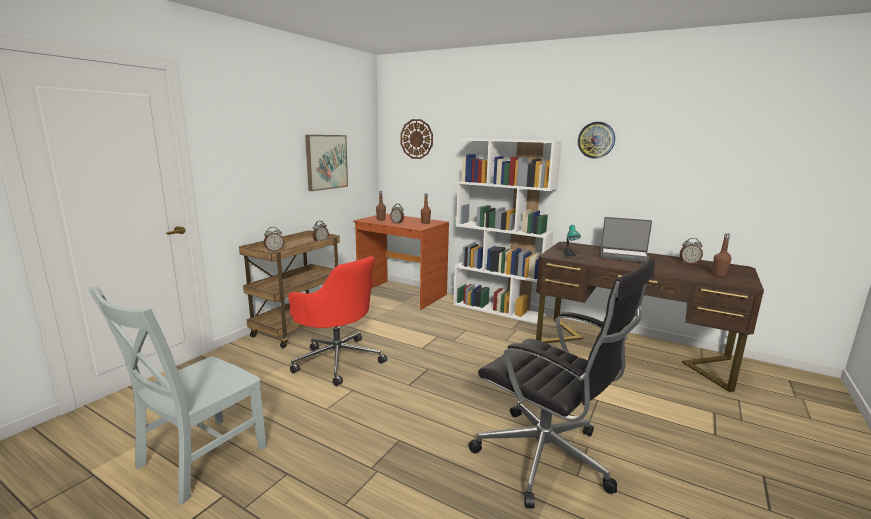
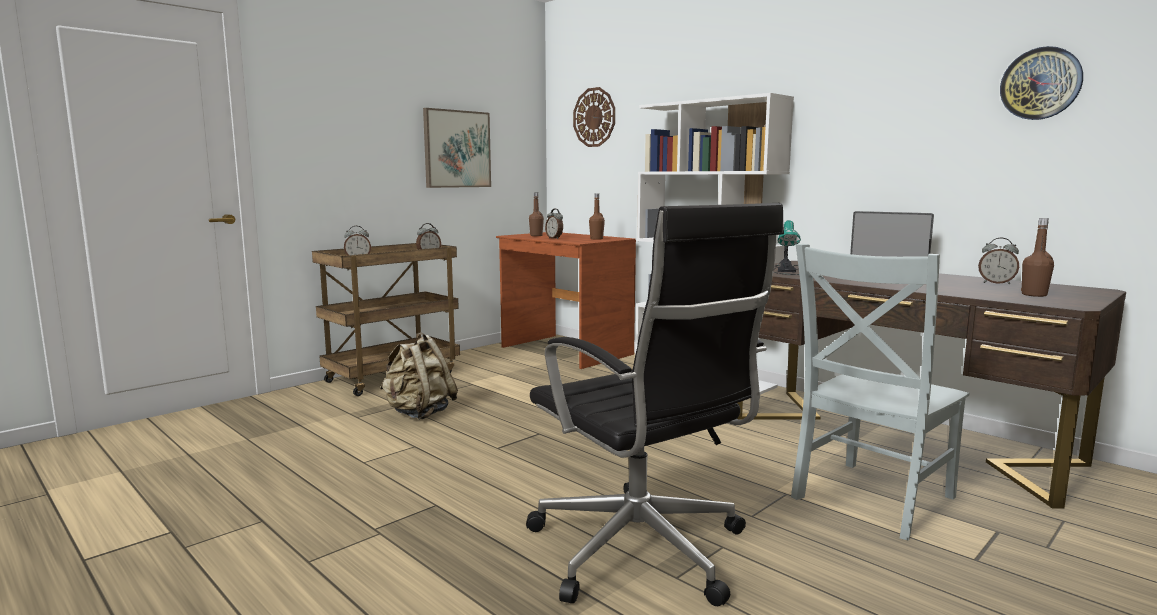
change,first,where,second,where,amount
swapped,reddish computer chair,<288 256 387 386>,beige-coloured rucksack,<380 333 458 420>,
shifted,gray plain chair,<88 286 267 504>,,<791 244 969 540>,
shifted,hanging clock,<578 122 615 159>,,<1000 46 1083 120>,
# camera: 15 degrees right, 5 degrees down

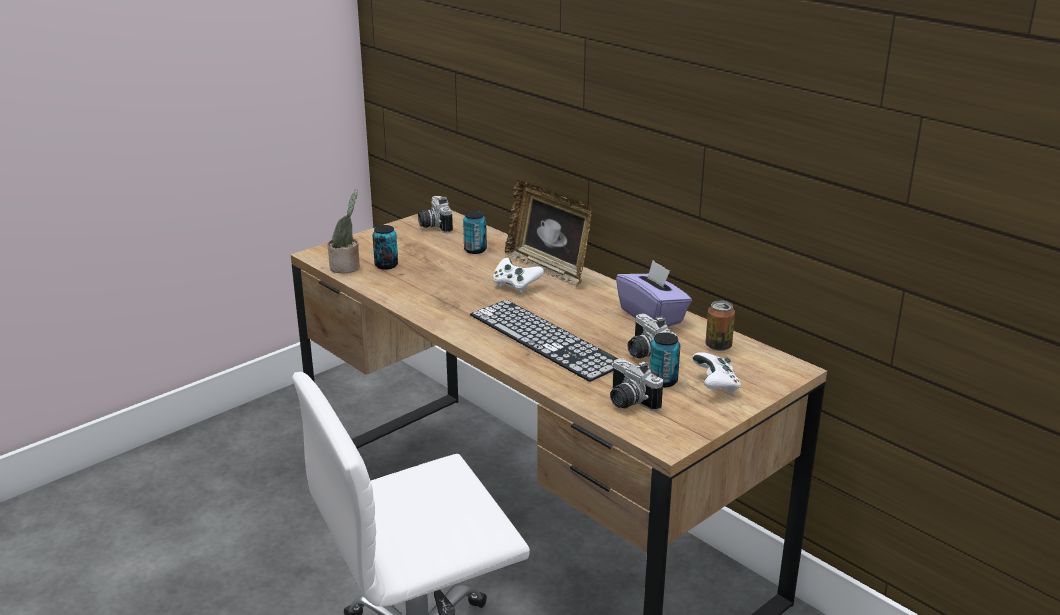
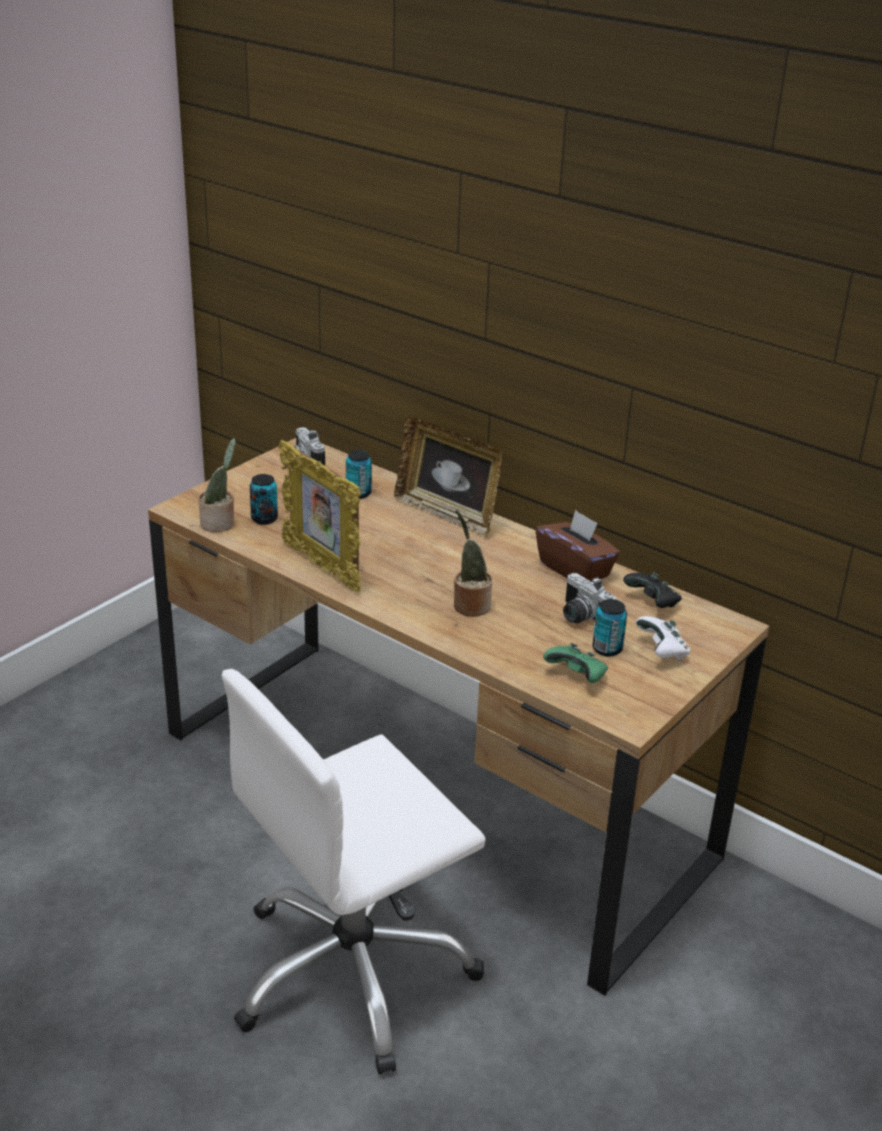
change,first,where,second,where,amount
new,,,photo frame,<279 440 361 592>,
swapped,computer keyboard,<470 300 618 382>,houseplant,<454 510 492 617>,
repainted,purple tissue box,<616 260 692 327>,brownish tissue box,<536 510 620 582>,
swapped,photo camera,<610 358 663 411>,greenish gamepad,<543 643 608 683>,
swapped,can,<706 300 735 351>,black-coloured gamepad,<623 572 682 608>,
gone,whitish gamepad,<493 258 544 293>,,,
# camera: 10 degrees left, 5 degrees up

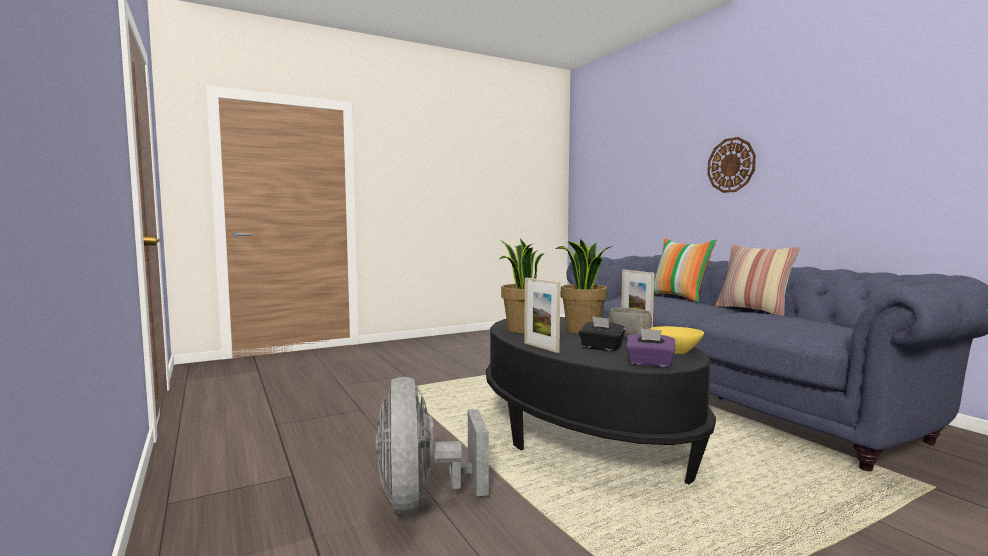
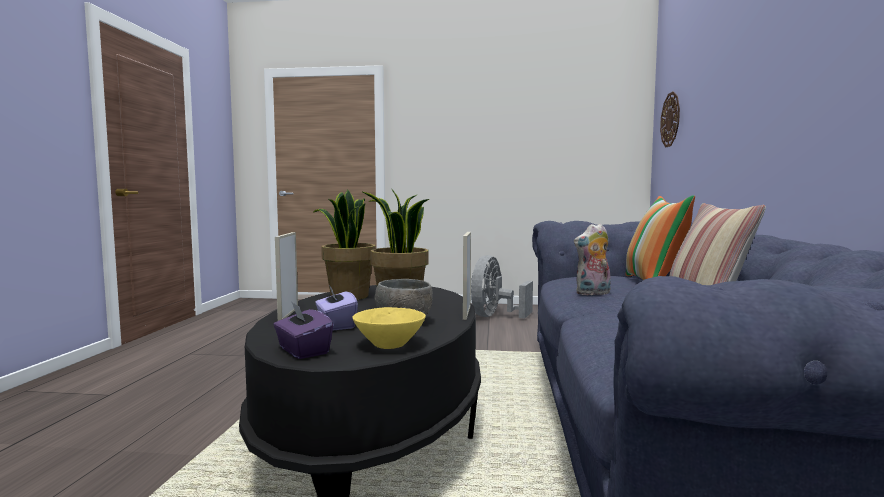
change,first,where,second,where,amount
repainted,black-coloured tissue box,<578 316 625 351>,purple tissue box,<315 285 358 330>,
shifted,gray fan,<376 377 489 515>,,<471 255 533 319>,
new,,,cuddly toy,<574 223 611 295>,
shifted,hanging clock,<707 137 756 193>,,<660 91 680 147>,
# camera: 35 degrees right, 0 degrees up

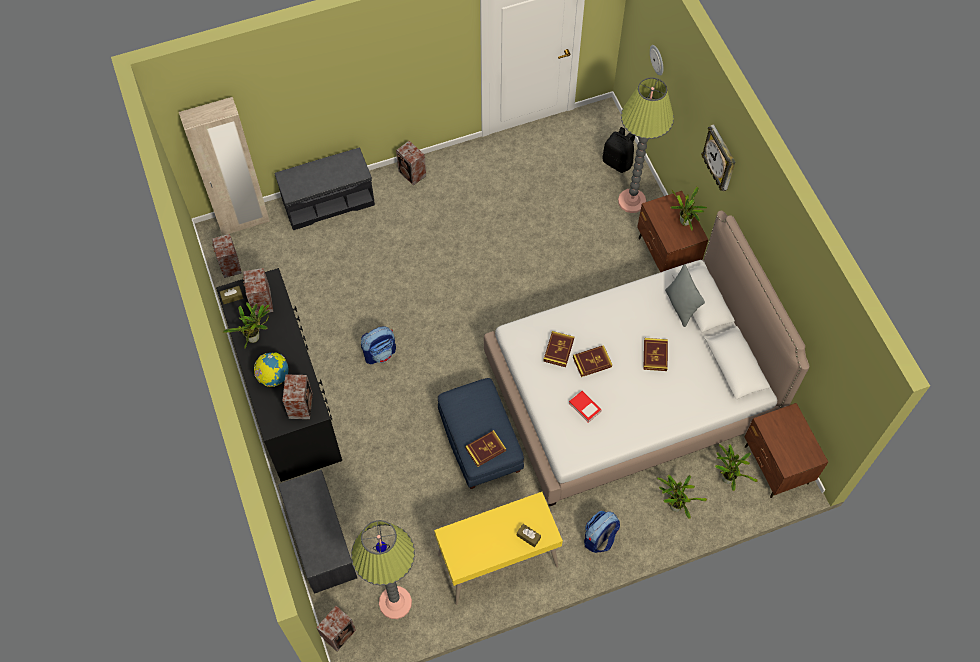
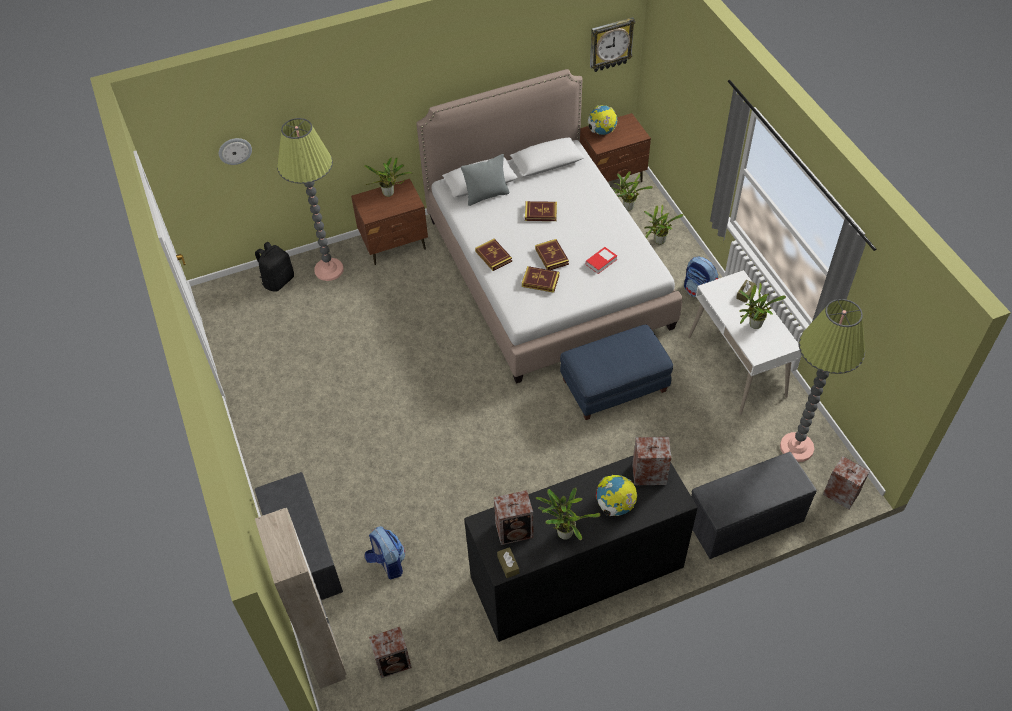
change,first,where,second,where,amount
shifted,rucksack,<361 326 396 364>,,<365 526 405 579>,
shifted,bound book,<465 430 506 467>,,<475 239 512 271>,
new,,,globe,<588 105 618 135>,
shifted,hanging clock,<701 124 735 191>,,<590 17 635 72>,
repainted,yellow-coloured desk,<434 492 563 605>,whitish desk,<688 270 801 415>,
new,,,houseplant,<739 283 786 329>,
gone,speaker,<396 141 426 185>,,,
# camera: 90 degrees left, 10 degrees down

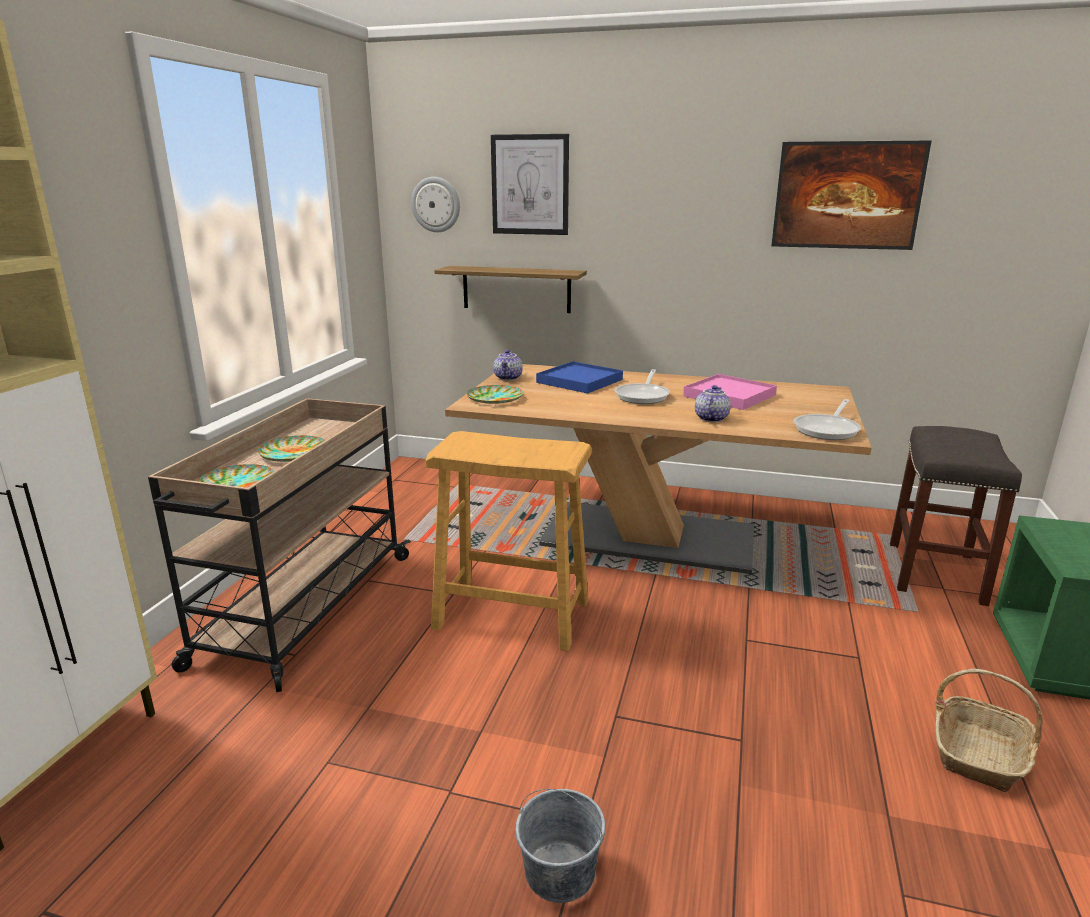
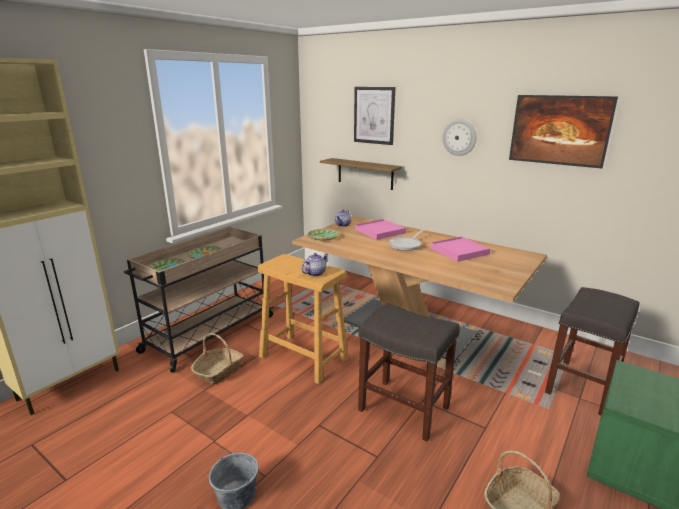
change,first,where,second,where,amount
new,,,household basket,<191 333 244 385>,
shifted,teapot,<695 385 731 422>,,<301 253 328 276>,
repainted,bluish tray,<536 361 623 393>,pinkish tray,<355 219 406 240>,
new,,,gray sitting stool,<358 303 460 441>,
shifted,hanging clock,<411 177 460 232>,,<443 120 477 156>,
gone,frying pan,<794 399 861 440>,,,
# camera: 20 degrees right, 0 degrees up

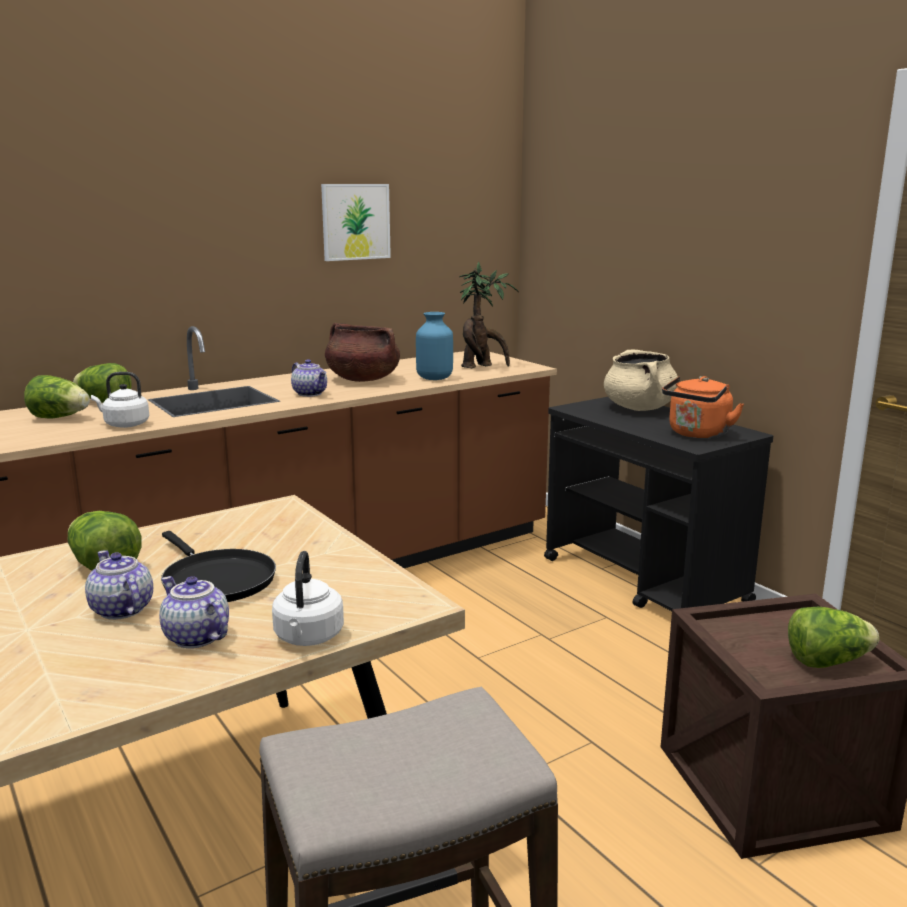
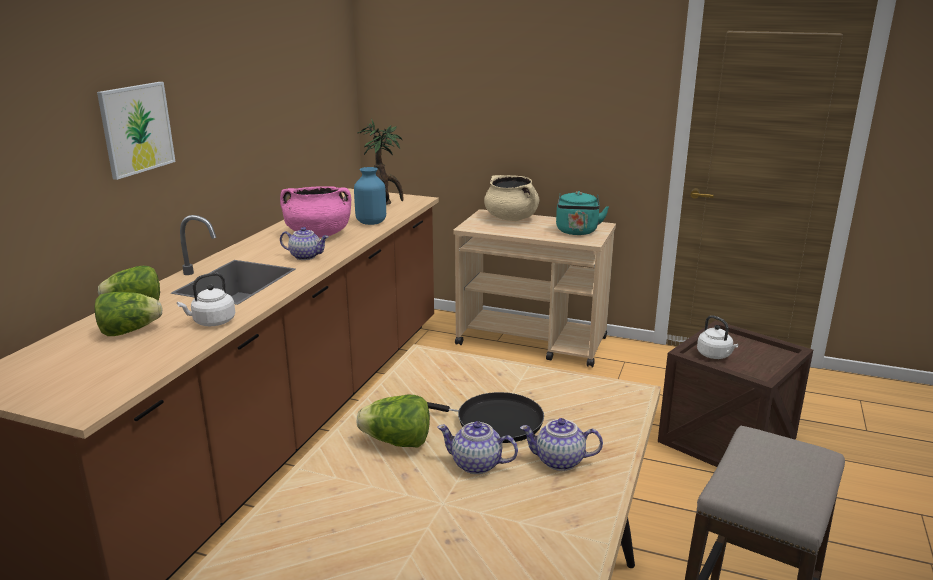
change,first,where,second,where,amount
shifted,wall picture,<321 184 391 261>,,<97 82 176 180>,
repainted,brownish cooking pot,<325 323 400 382>,pinkish cooking pot,<280 186 351 238>,
repainted,black-coloured trolley,<544 397 773 611>,beige-coloured trolley,<453 209 616 368>,
repainted,orangey tea kettle,<662 376 744 439>,turquoise-coloured tea kettle,<556 191 609 235>,
shifted,whitish tea kettle,<272 551 344 646>,,<697 315 738 359>,
gone,head of lettuce,<788 607 879 668>,,,
# camera: 35 degrees left, 5 degrees up

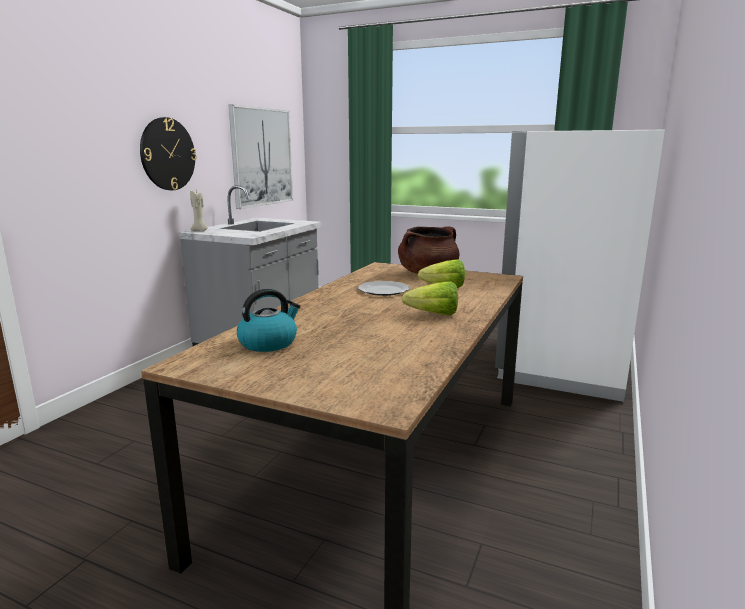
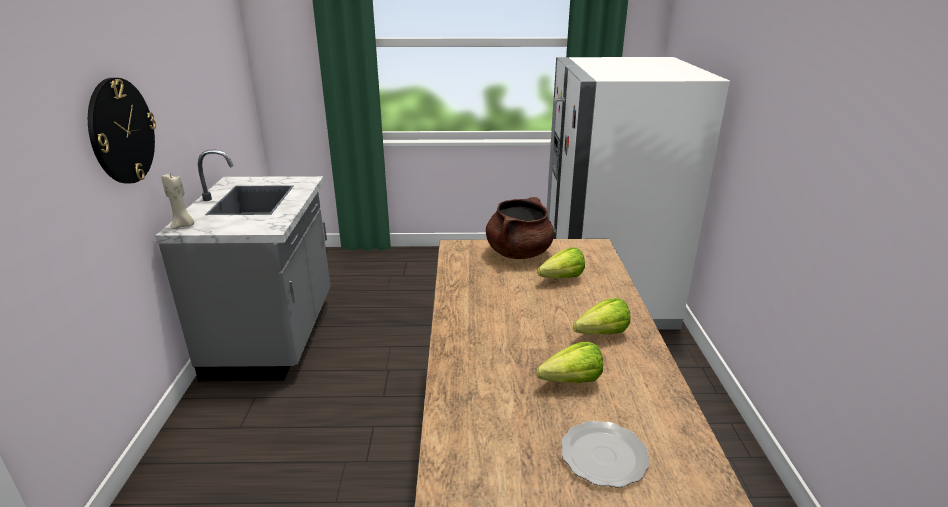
change,first,where,second,where,amount
new,,,head of lettuce,<536 342 603 383>,
shifted,flat dish,<358 281 410 296>,,<561 421 650 488>,
gone,wall picture,<228 104 293 209>,,,
gone,tea kettle,<237 289 300 352>,,,
# camera: 25 degrees left, 10 degrees up

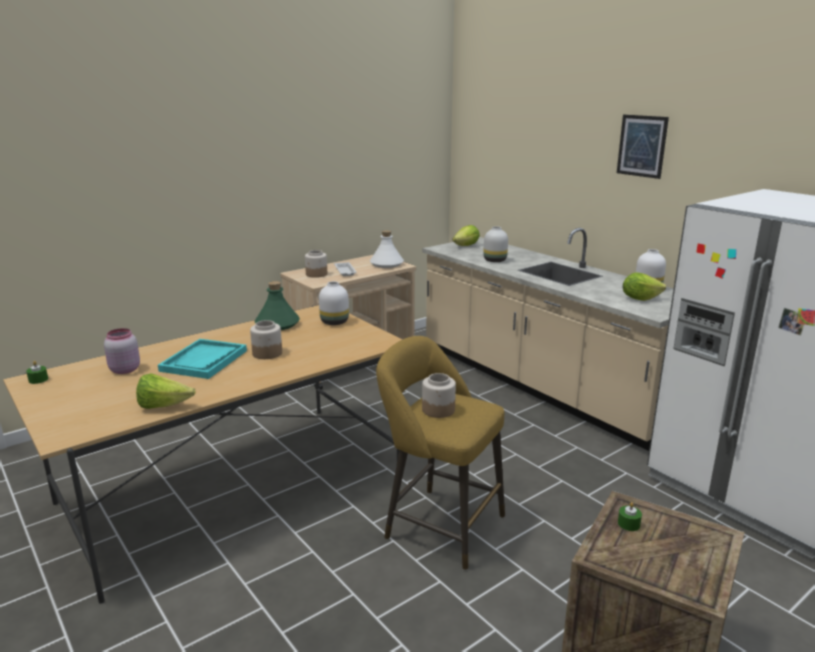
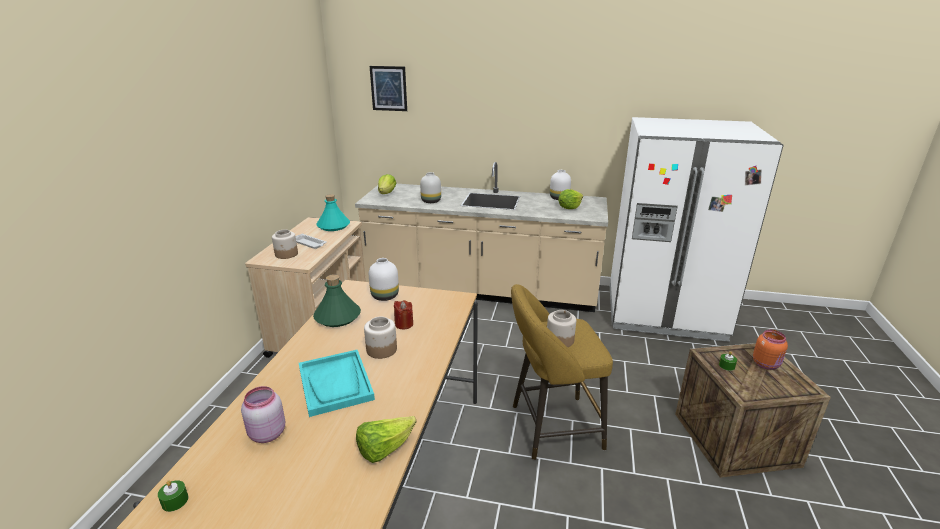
change,first,where,second,where,amount
repainted,whitish drink bottle,<370 230 404 268>,turquoise-coloured drink bottle,<317 194 350 231>,
shifted,wall picture,<617 115 669 179>,,<370 66 407 111>,
new,,,reddish wax candle,<394 300 413 329>,
new,,,orangey storage jar,<753 330 788 370>,
# camera: 40 degrees left, 5 degrees up

